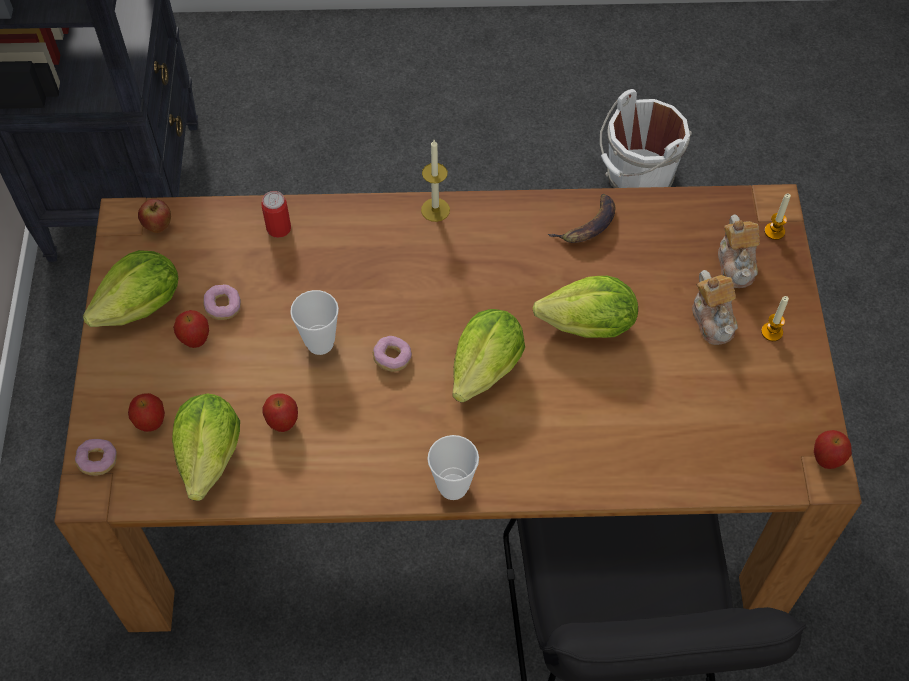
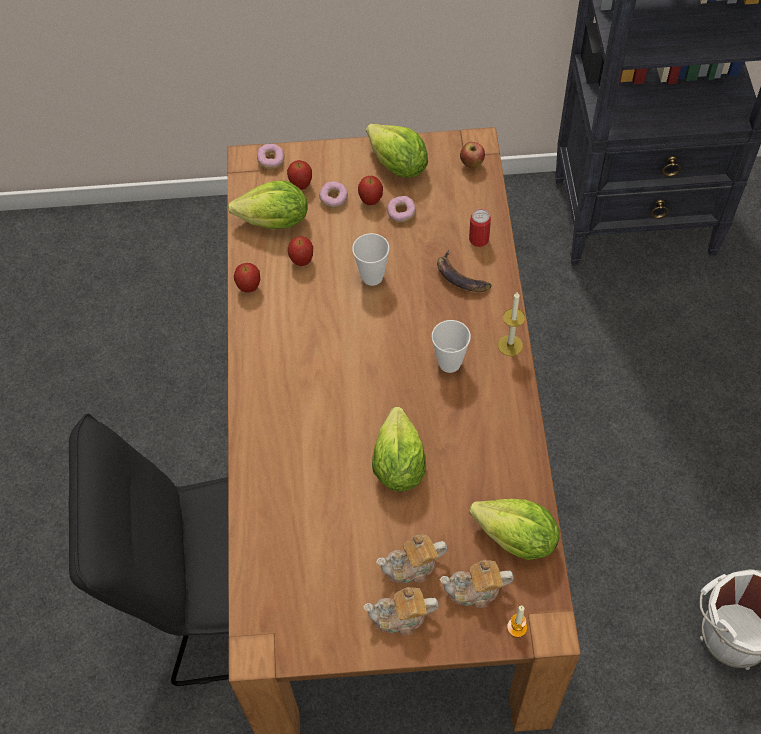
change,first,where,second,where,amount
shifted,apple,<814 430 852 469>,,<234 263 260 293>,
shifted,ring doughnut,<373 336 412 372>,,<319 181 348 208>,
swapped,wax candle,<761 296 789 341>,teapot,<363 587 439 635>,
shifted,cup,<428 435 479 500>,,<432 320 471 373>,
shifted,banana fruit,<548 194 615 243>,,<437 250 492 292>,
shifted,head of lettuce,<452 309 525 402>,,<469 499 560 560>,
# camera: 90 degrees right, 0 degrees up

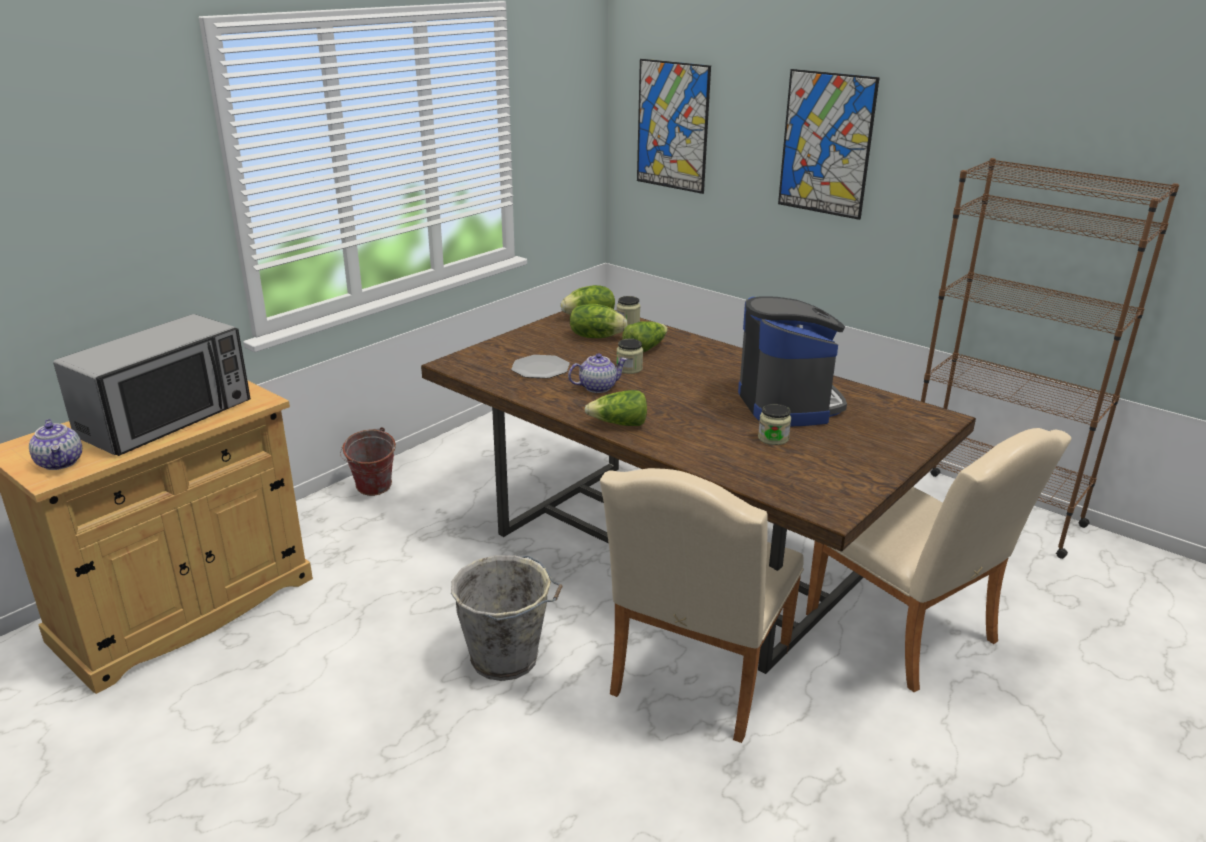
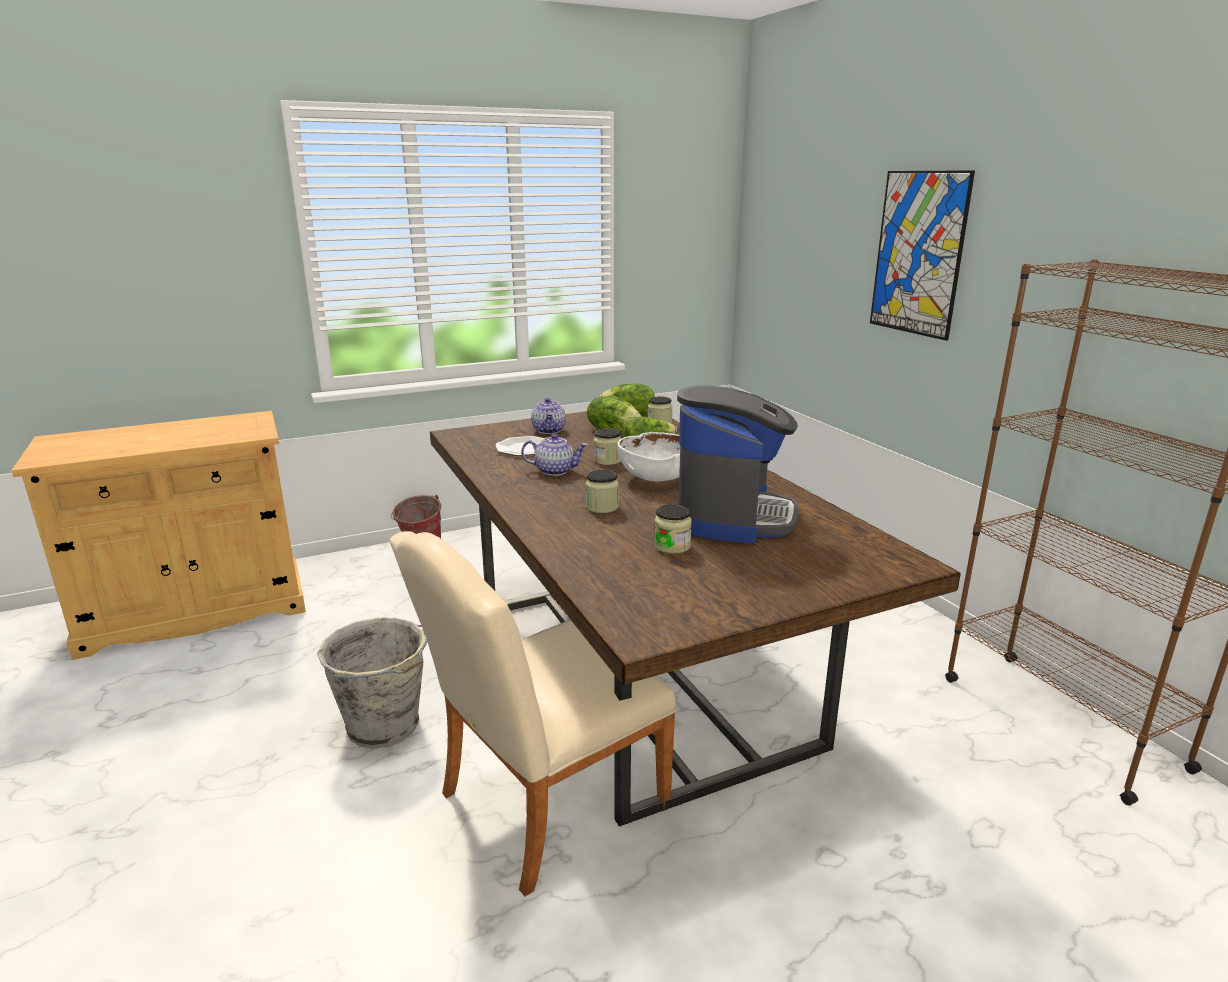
change,first,where,second,where,amount
shifted,teapot,<29 419 82 470>,,<531 398 566 434>,
new,,,storage jar,<586 470 619 513>,
new,,,whitish serving bowl,<617 432 680 481>,
gone,kitchen microwave,<53 314 251 456>,,,
gone,head of lettuce,<584 390 647 426>,,,
gone,wall picture,<637 59 711 194>,,,
gone,beige-coloured plain chair,<806 428 1072 692>,,,
# camera: 25 degrees right, 5 degrees down

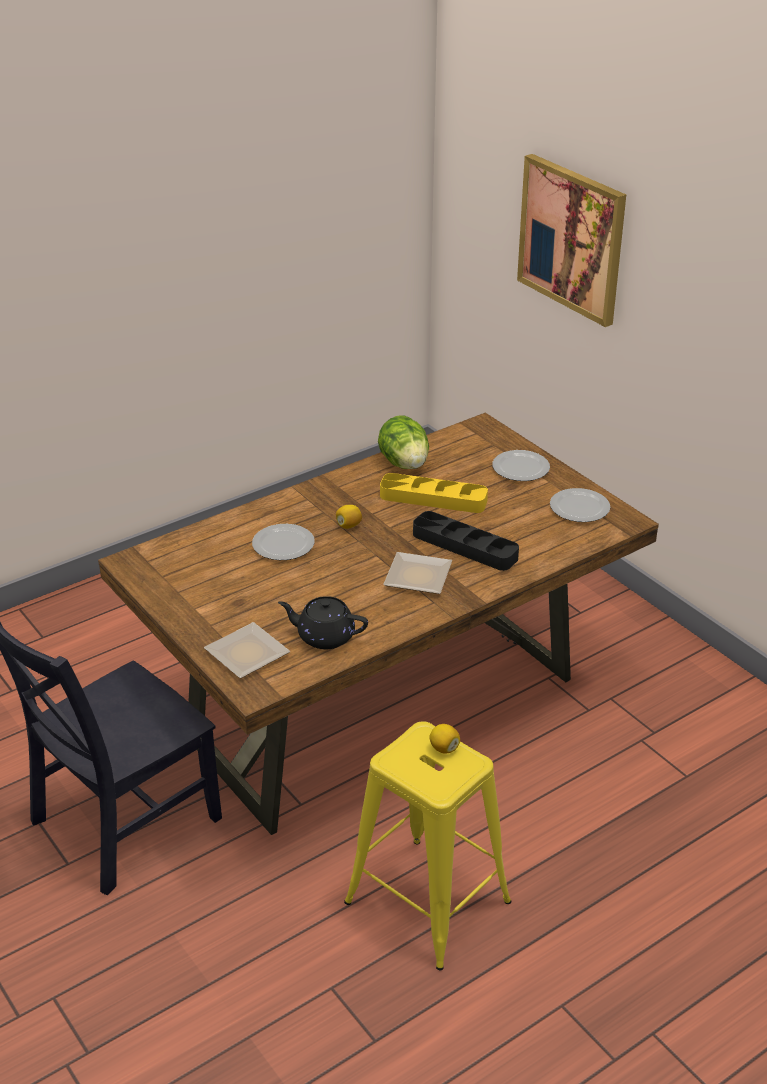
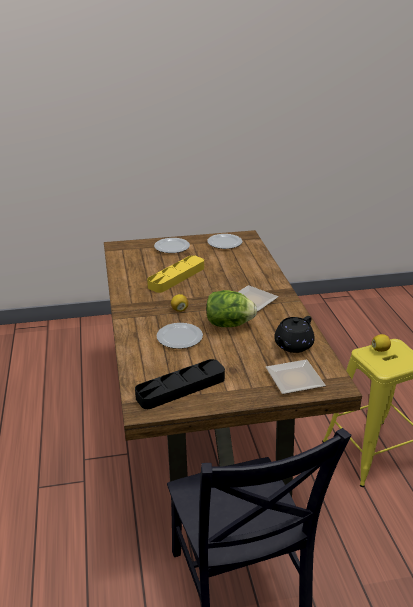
change,first,where,second,where,amount
shifted,black-coloured tray,<413 511 519 571>,,<135 359 225 409>,
shifted,head of lettuce,<378 416 429 469>,,<206 290 257 327>,
gone,wall picture,<517 154 626 327>,,,
# camera: 65 degrees left, 5 degrees down

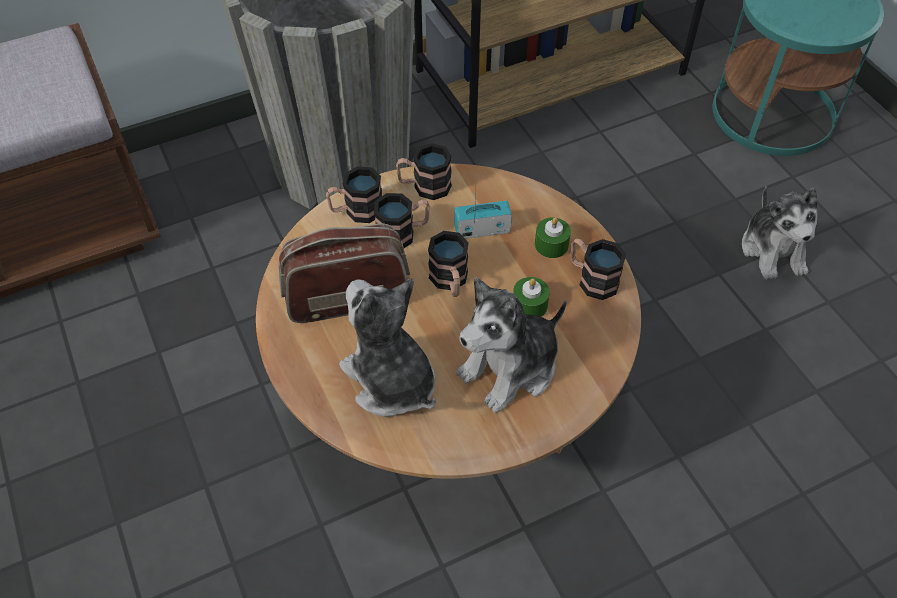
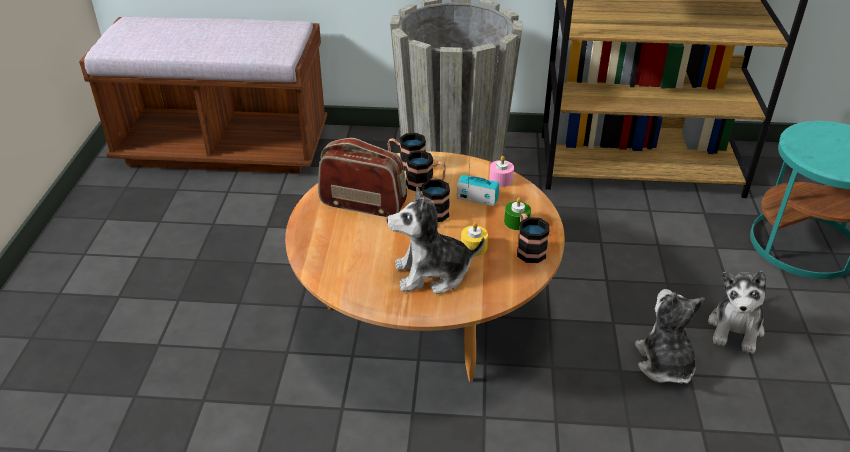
change,first,where,second,where,amount
repainted,greenish wax candle,<513 277 550 317>,yellow-coloured wax candle,<461 222 488 256>,
new,,,pinkish wax candle,<489 156 514 187>,
shifted,cuddly toy,<339 278 436 417>,,<635 289 705 384>,
gone,mug,<396 143 452 200>,,,
# camera: 30 degrees right, 15 degrees down

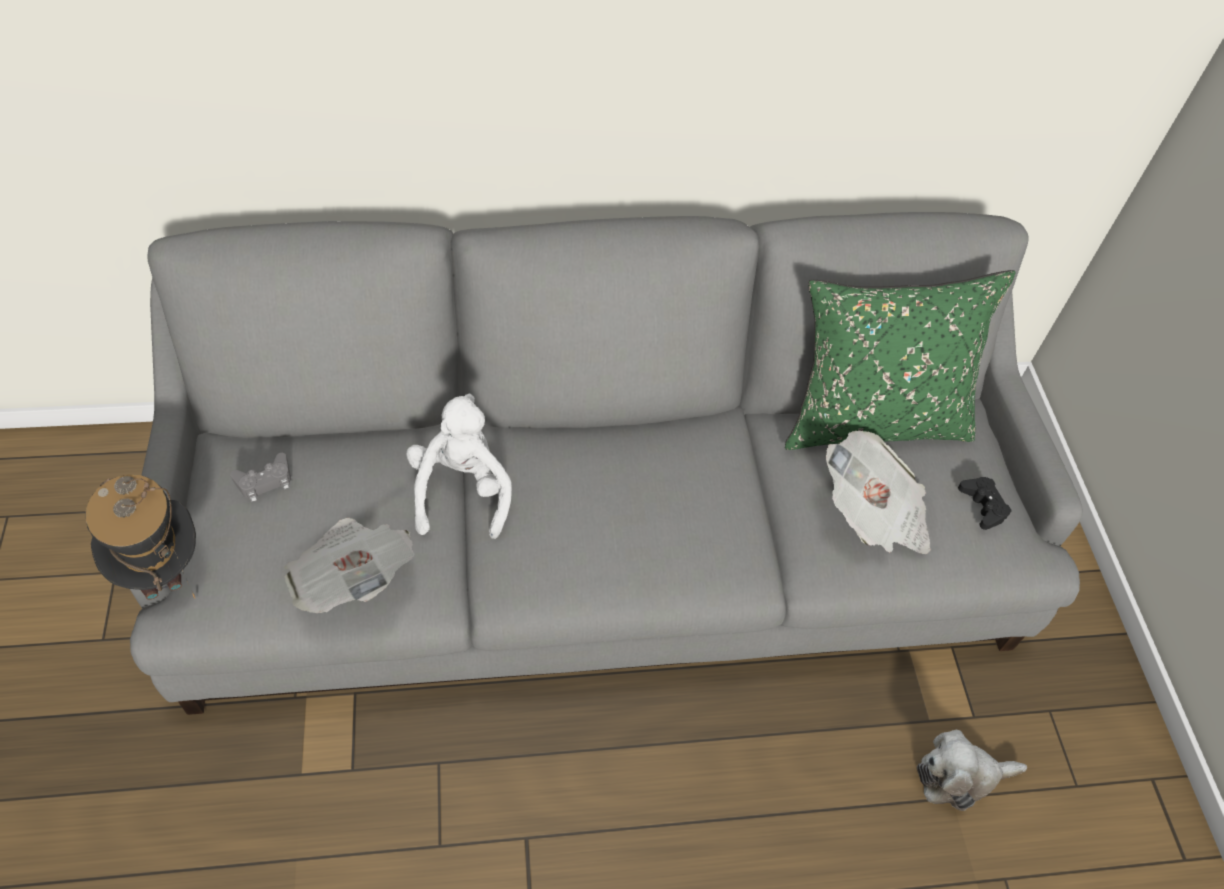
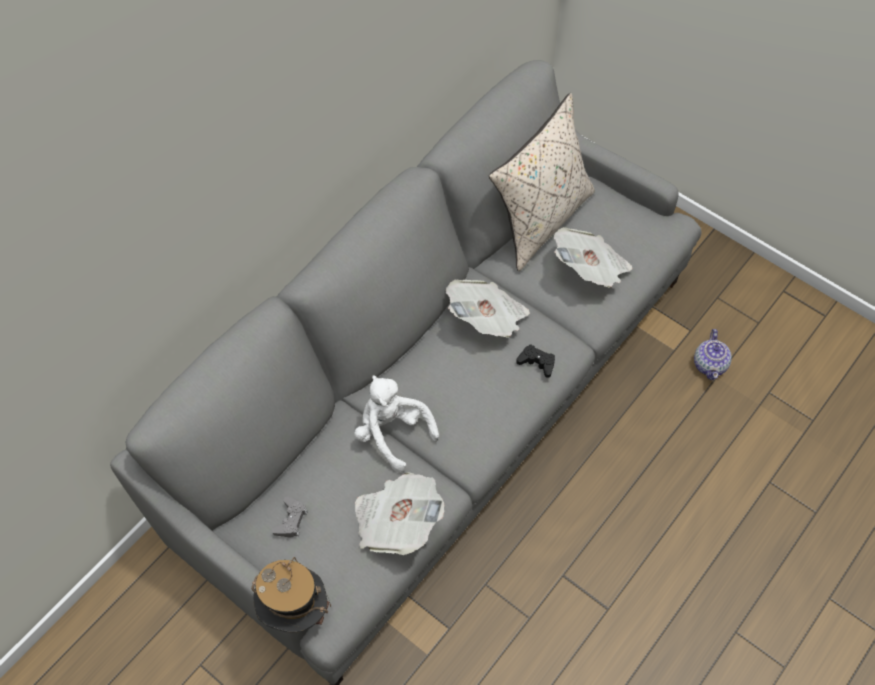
change,first,where,second,where,amount
new,,,daily paper,<446 280 530 338>,
repainted,greenish throw pillow,<785 270 1016 450>,beige-coloured throw pillow,<489 93 595 271>,
shifted,black-coloured gamepad,<958 477 1012 530>,,<516 344 555 378>,
swapped,cuddly toy,<917 730 1027 811>,teapot,<694 329 732 380>,
# camera: 40 degrees left, 5 degrees up

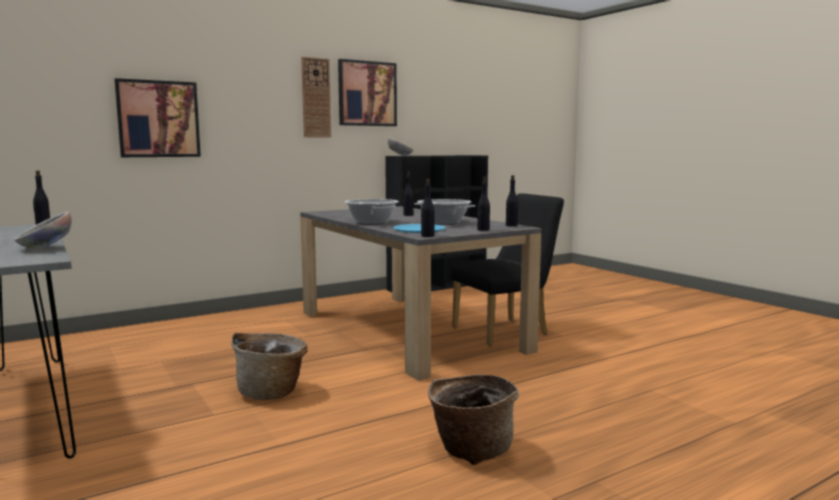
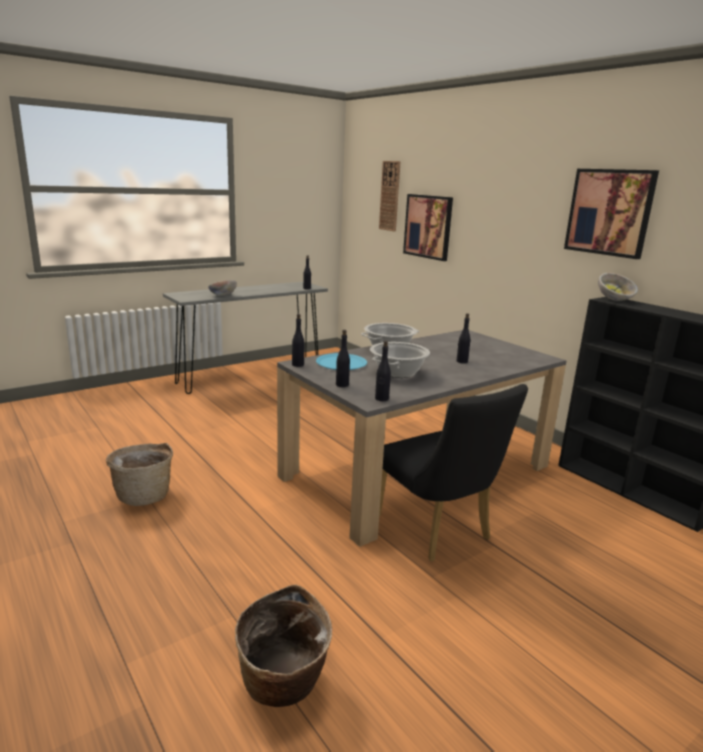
change,first,where,second,where,amount
shifted,household basket,<231 333 308 400>,,<235 585 332 707>,
shifted,hanging clock,<301 57 331 138>,,<379 161 401 231>,
# camera: 85 degrees right, 10 degrees up

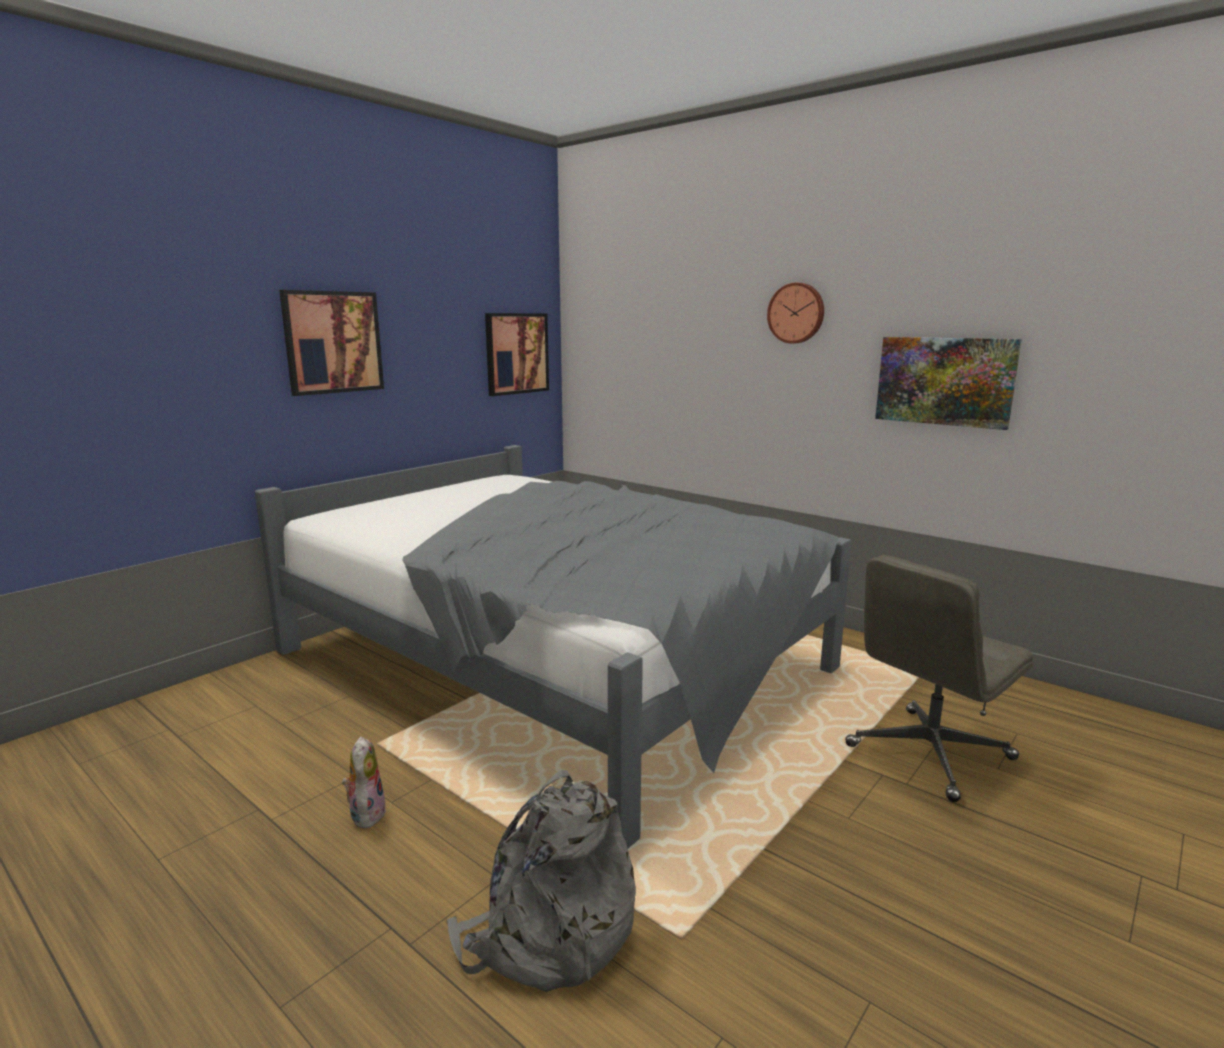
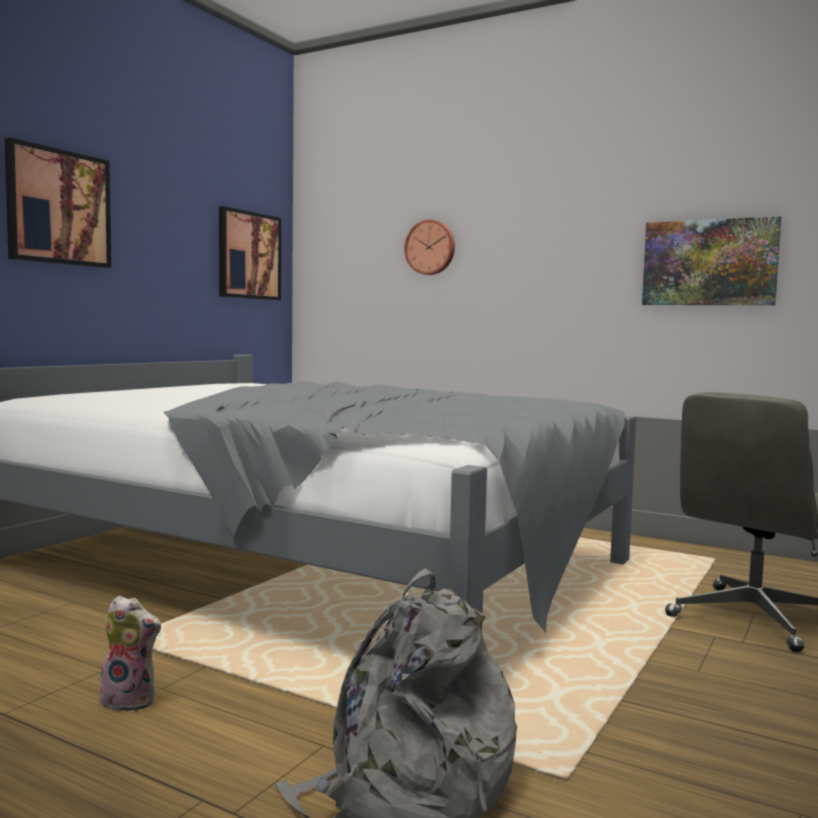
change,first,where,second,where,amount
rotated,cuddly toy,<342 736 386 828>,,<97 596 161 712>,120 degrees clockwise
shifted,hanging clock,<767 283 824 344>,,<404 219 455 275>,
# camera: 10 degrees left, 10 degrees down

